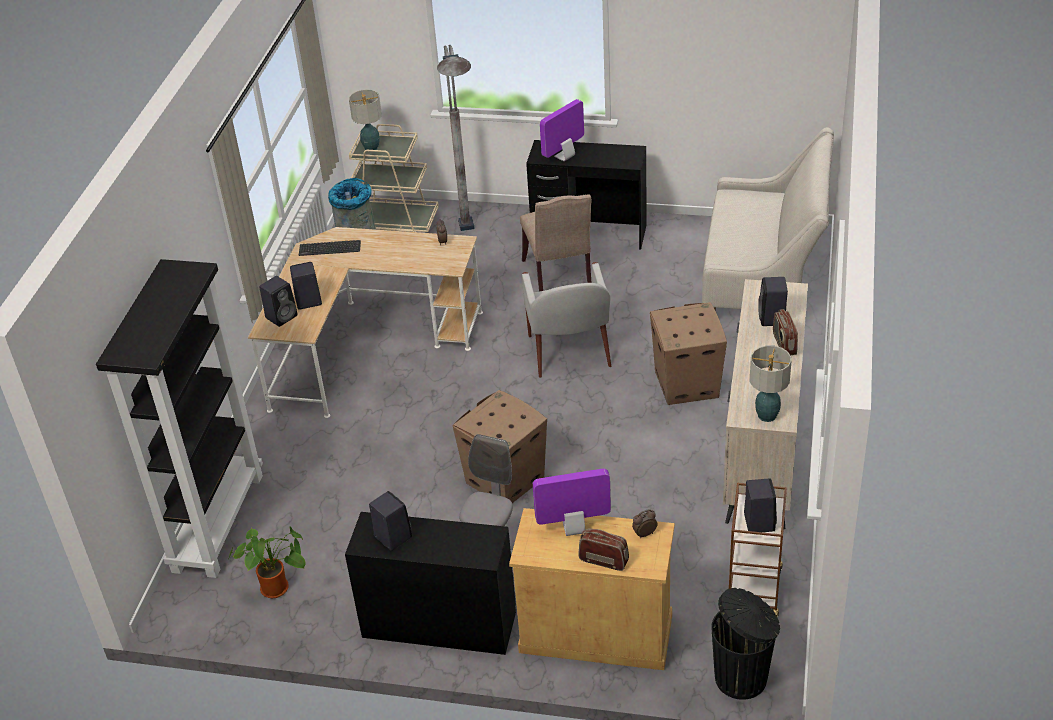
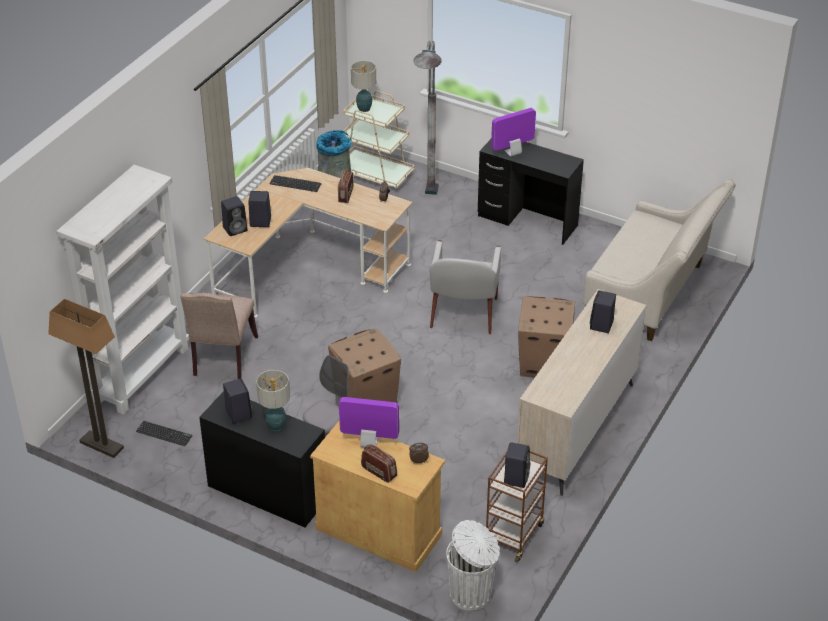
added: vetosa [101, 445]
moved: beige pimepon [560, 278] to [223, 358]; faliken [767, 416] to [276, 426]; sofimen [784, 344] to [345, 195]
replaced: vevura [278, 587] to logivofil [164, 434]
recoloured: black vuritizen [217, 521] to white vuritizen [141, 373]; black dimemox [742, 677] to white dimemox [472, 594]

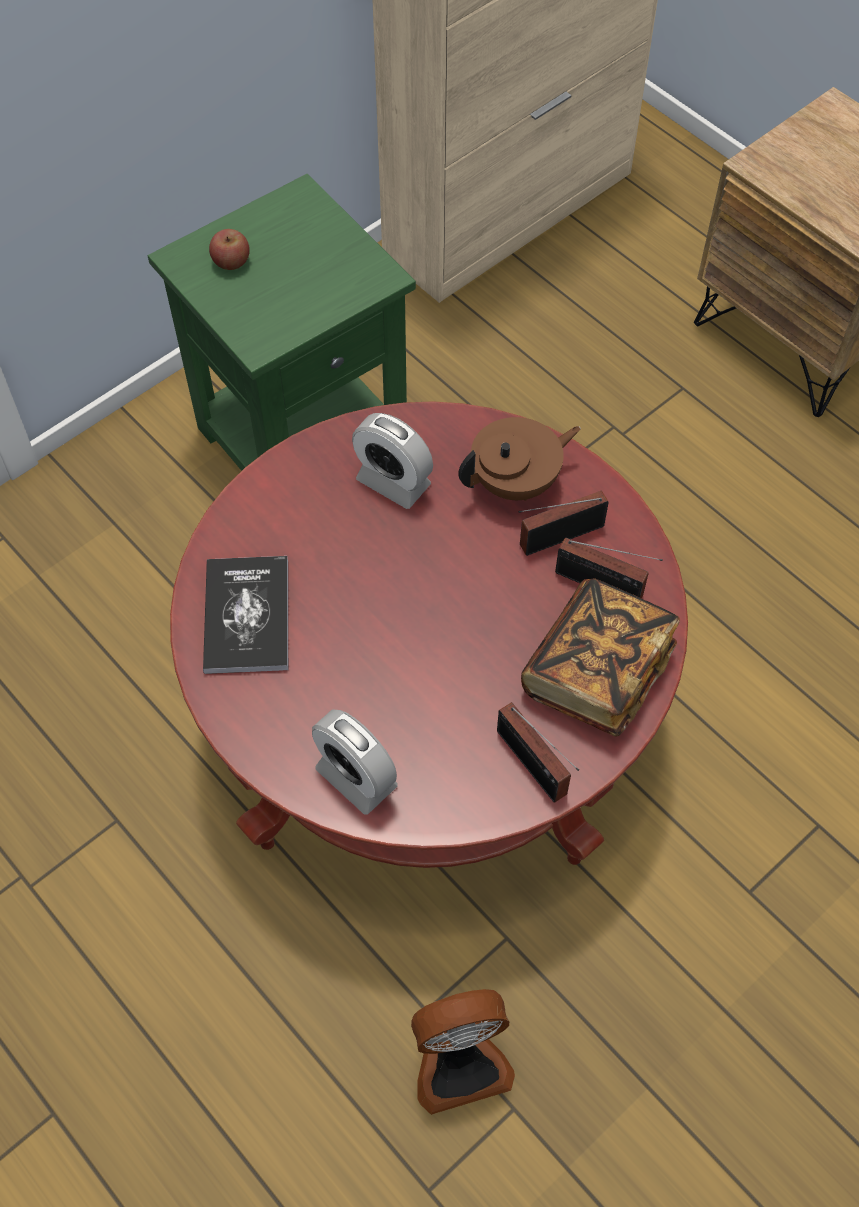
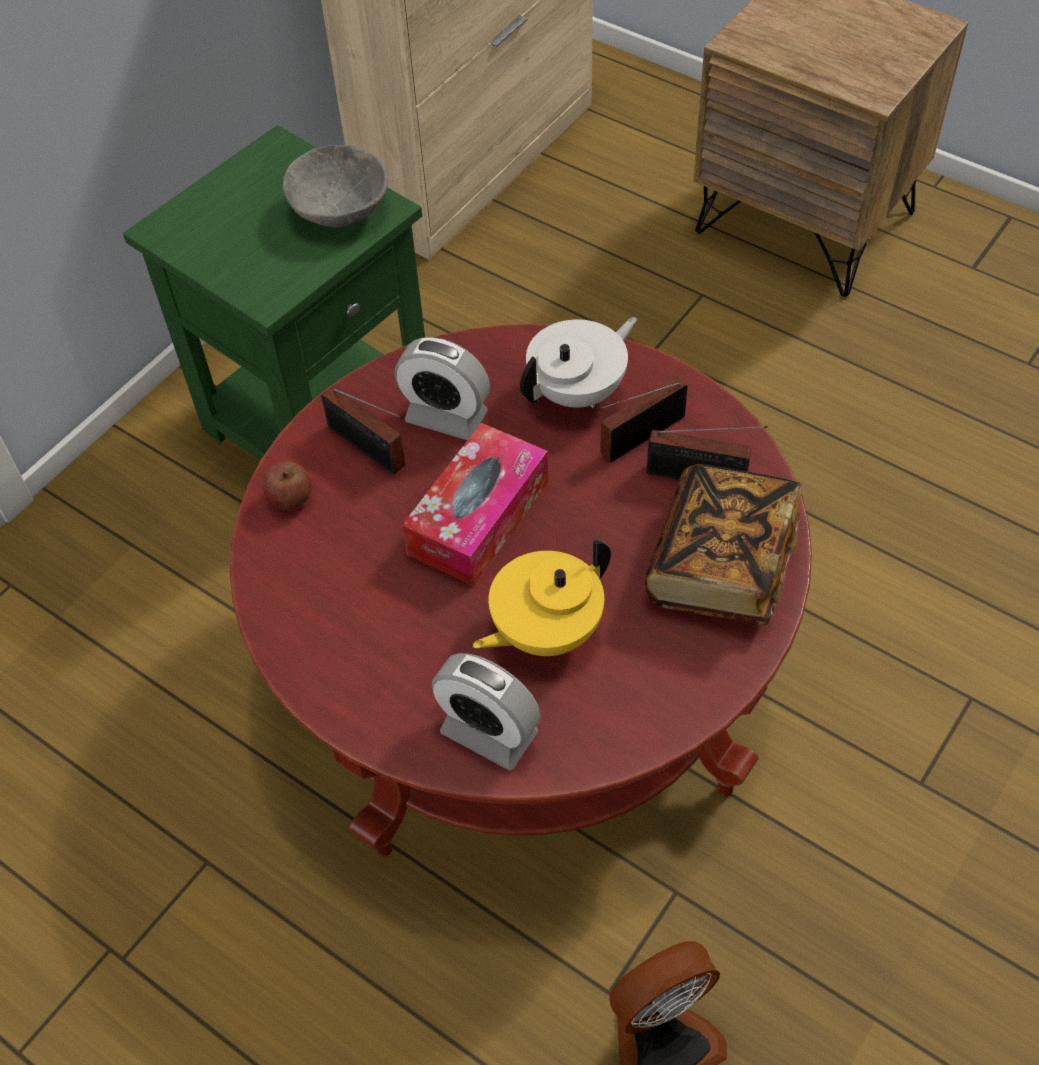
removed: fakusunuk [247, 616]
added: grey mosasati [339, 208]; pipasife [478, 518]; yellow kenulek [545, 630]
moved: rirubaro [231, 262] to [290, 498]; sofimen [534, 767] to [369, 449]
recoloured: brown kenulek [516, 482] to white kenulek [578, 391]

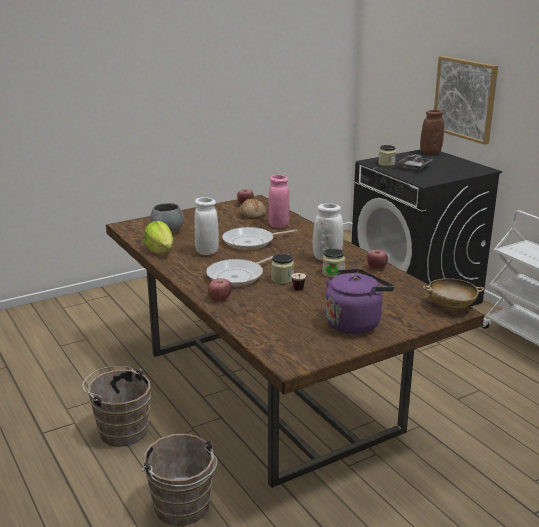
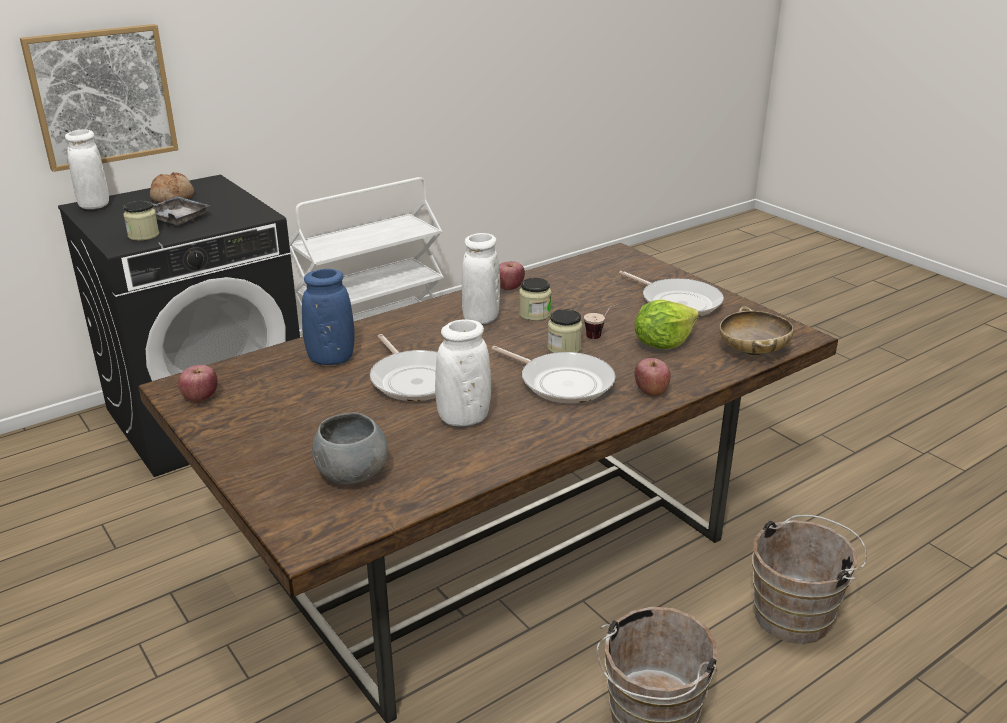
moved: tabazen [160, 250] to [662, 343]; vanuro [252, 215] to [173, 197]; beige mosasati [451, 306] to [753, 351]
replaced: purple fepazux [354, 323] to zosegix [677, 302]
recoloured: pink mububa [278, 225] to blue mububa [331, 359]; brown mububa [430, 153] to white mububa [94, 206]

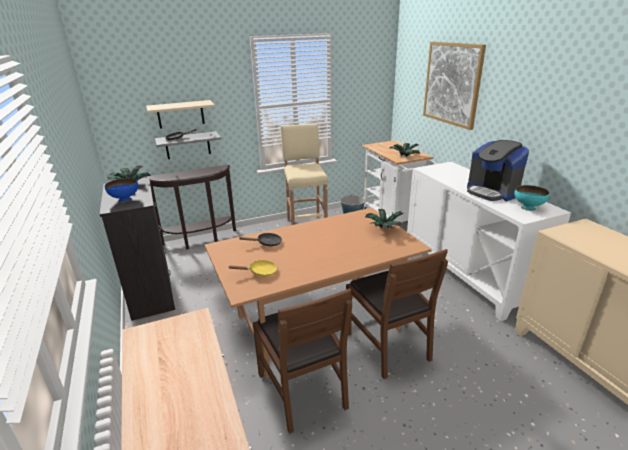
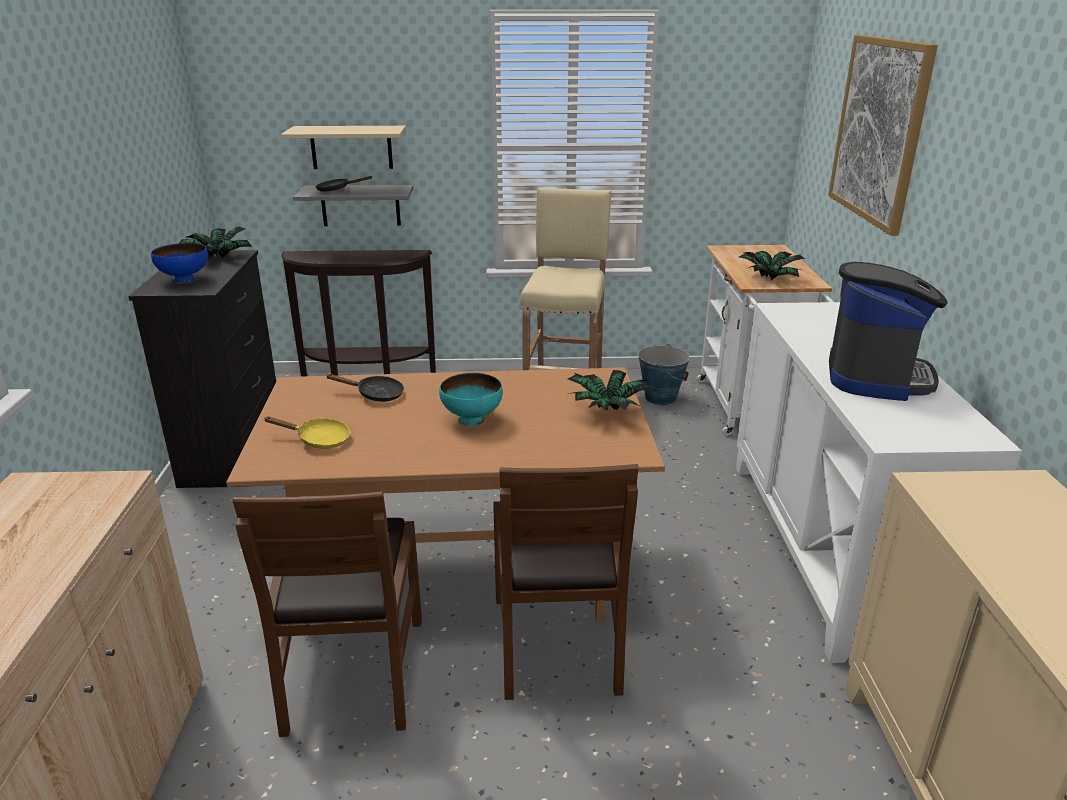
moved: turquoise mosasati [528, 208] to [472, 419]
turned: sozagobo [492, 192] = [876, 376] 150 degrees counterclockwise

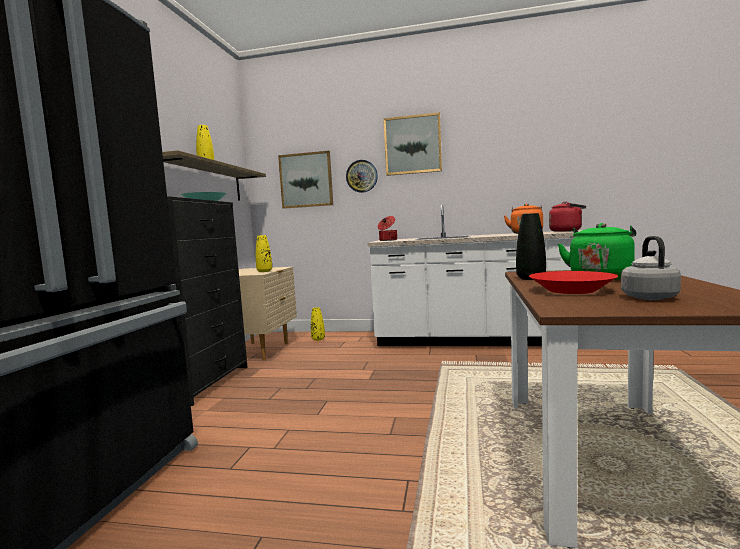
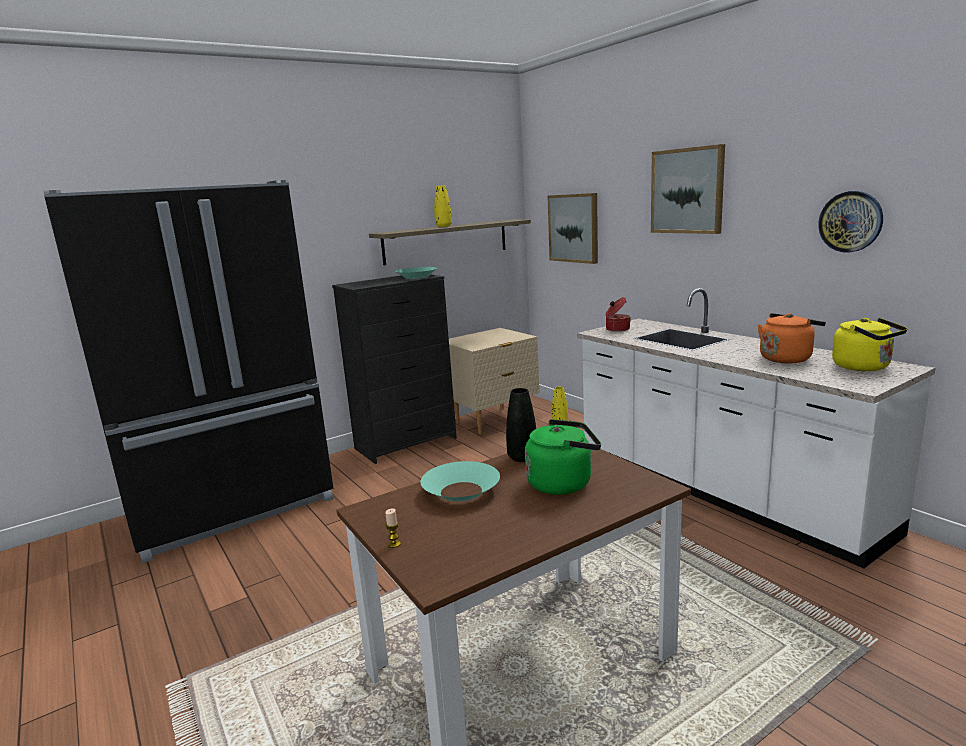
removed: yellow mububa [264, 271]; grey fepazux [648, 297]
added: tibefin [394, 544]
moved: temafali [361, 176] to [850, 221]
recoloured: red mosasati [572, 290] to turquoise mosasati [461, 491]; red fepazux [567, 231] to yellow fepazux [864, 367]

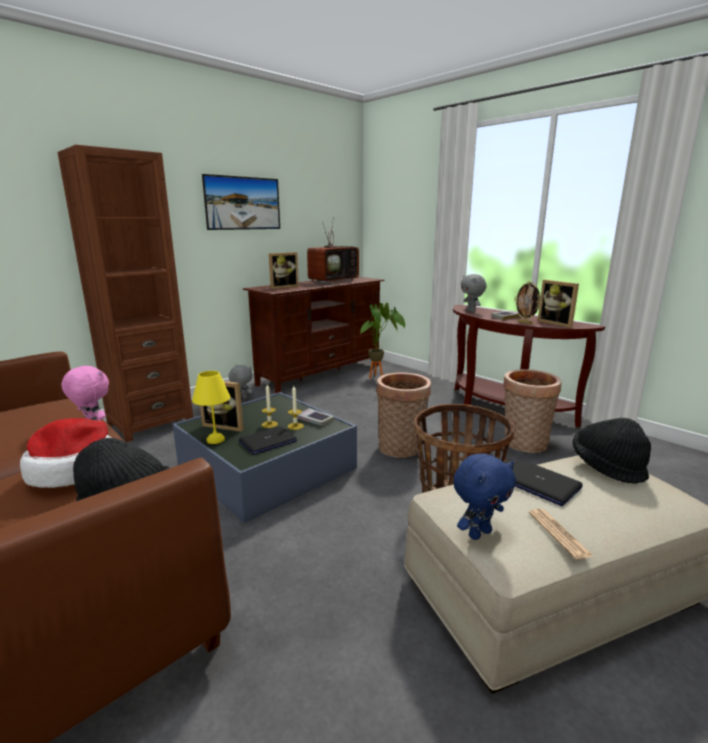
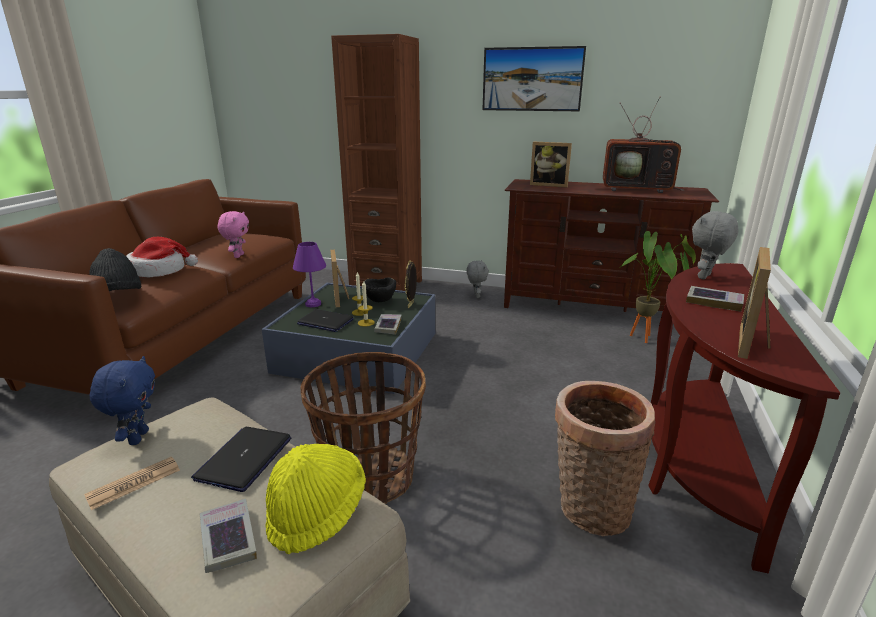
removed: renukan [401, 449]
added: fakusunuk [228, 539]; black mosasati [380, 302]
moved: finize [525, 323] to [411, 305]
recoloured: yellow faliken [215, 439] to purple faliken [313, 304]; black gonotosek [607, 467] to yellow gonotosek [317, 513]
turned: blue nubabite [479, 533] = [137, 437] 120 degrees counterclockwise

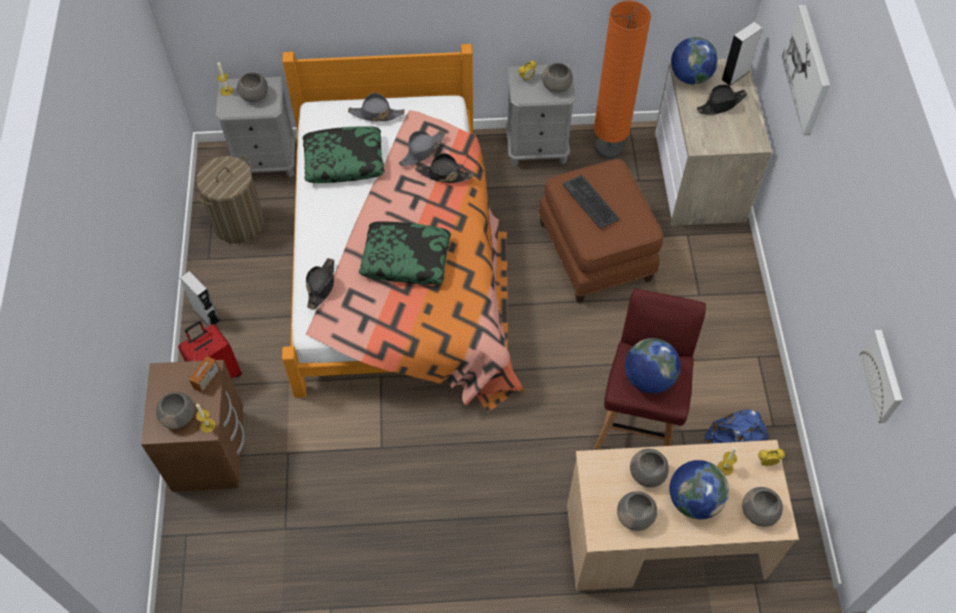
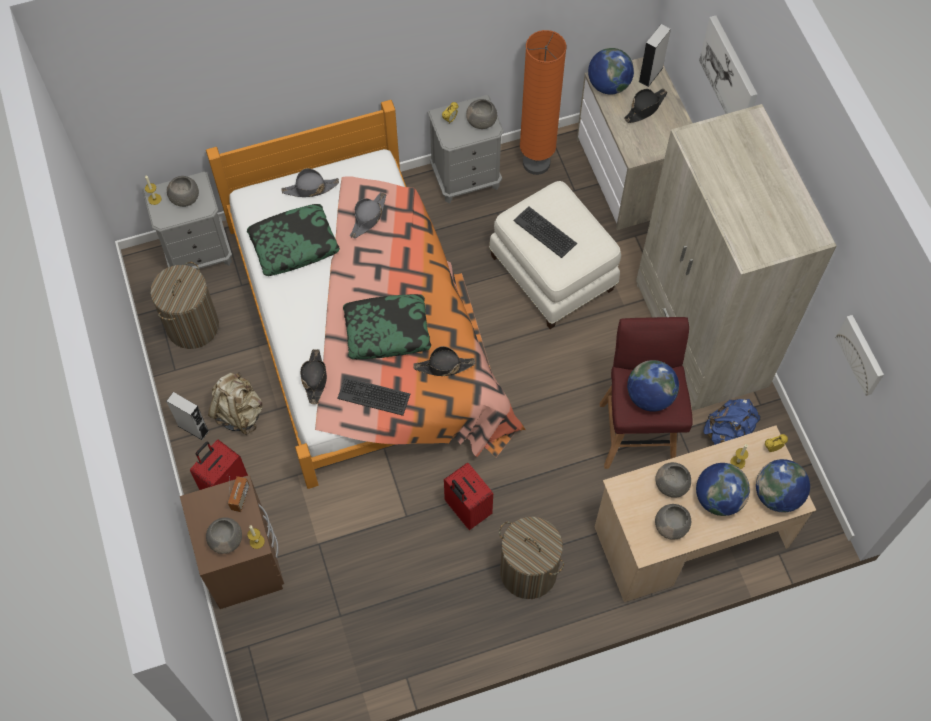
added: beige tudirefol [239, 412]; logivofil [374, 396]; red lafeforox [466, 509]; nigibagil [528, 571]; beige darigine [700, 336]
moved: black gonotosek [444, 174] to [444, 366]
replaced: grey mosasati [759, 512] to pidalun [777, 495]
recoloured: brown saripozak [596, 250] to white saripozak [553, 272]

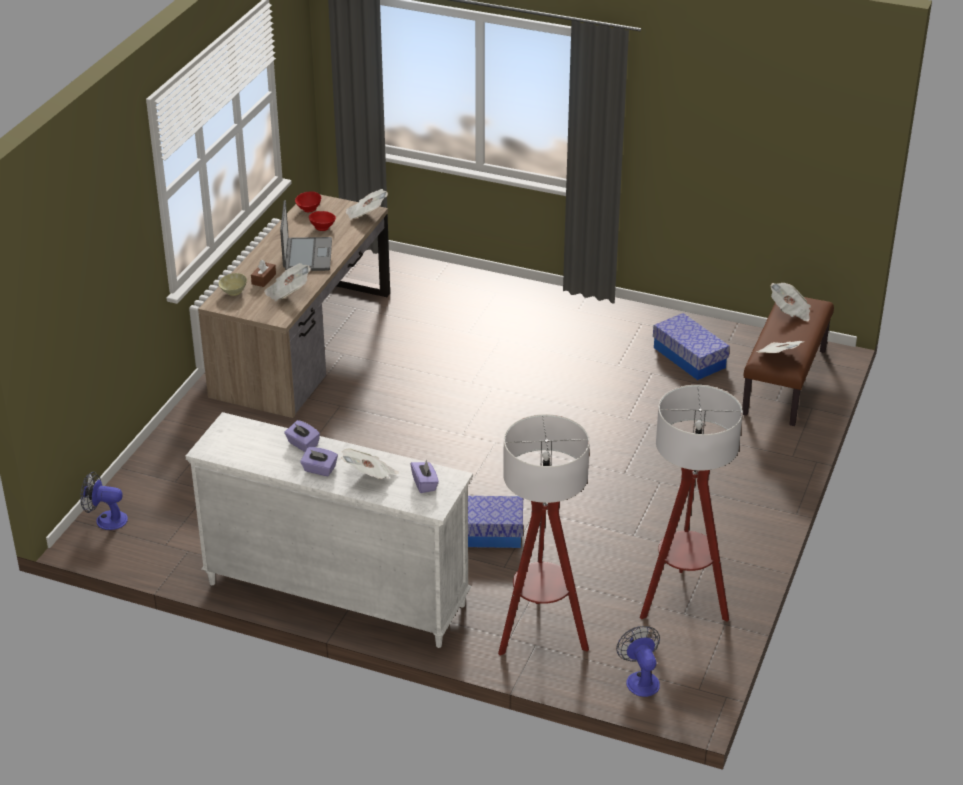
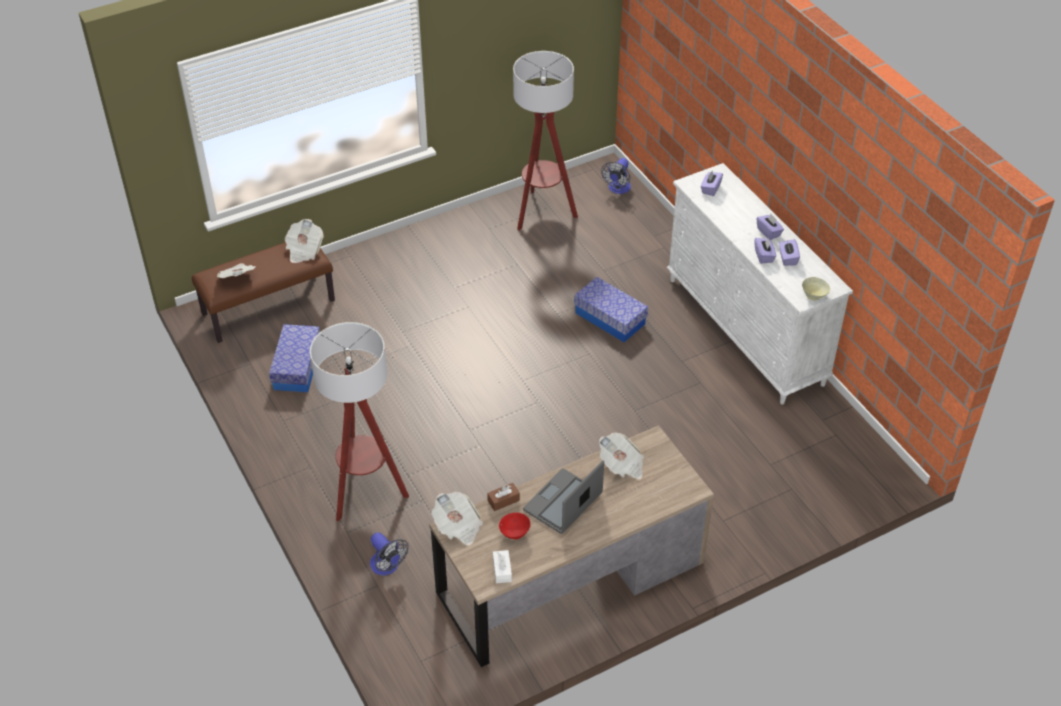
removed: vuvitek [370, 476]
added: purple pipasife [787, 258]
moved: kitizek [106, 519] to [387, 567]; beige mosasati [233, 292] to [814, 296]; brown pipasife [263, 279] to [503, 500]; vetosa [541, 634] to [366, 493]
replaced: red mosasati [308, 209] to white pipasife [502, 570]

